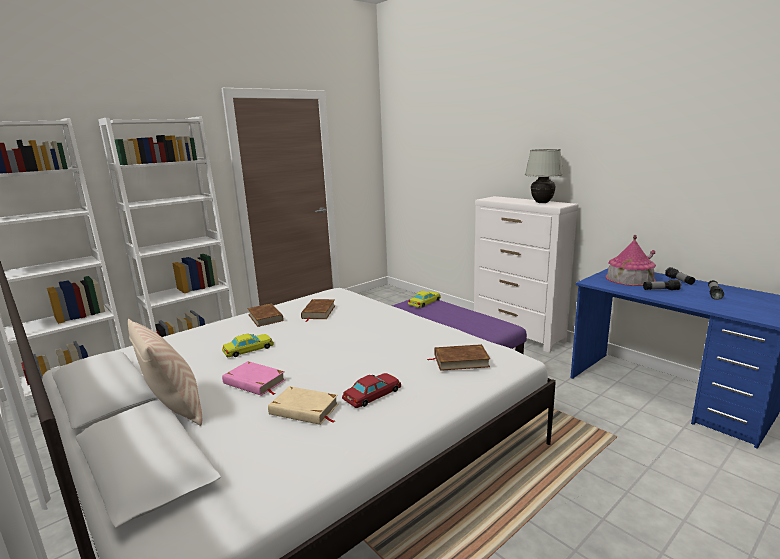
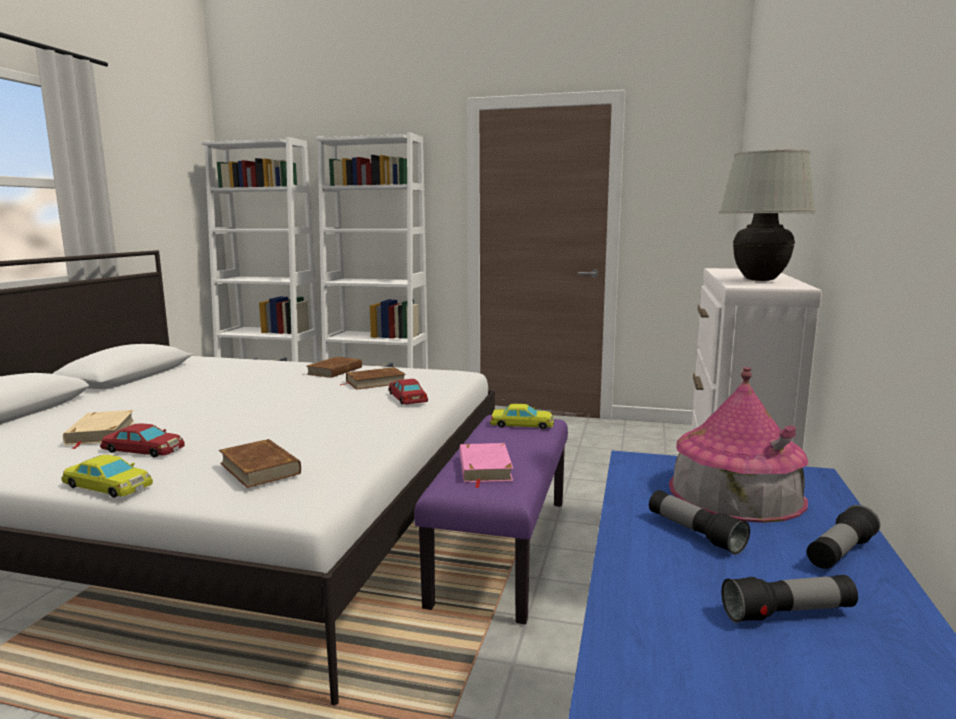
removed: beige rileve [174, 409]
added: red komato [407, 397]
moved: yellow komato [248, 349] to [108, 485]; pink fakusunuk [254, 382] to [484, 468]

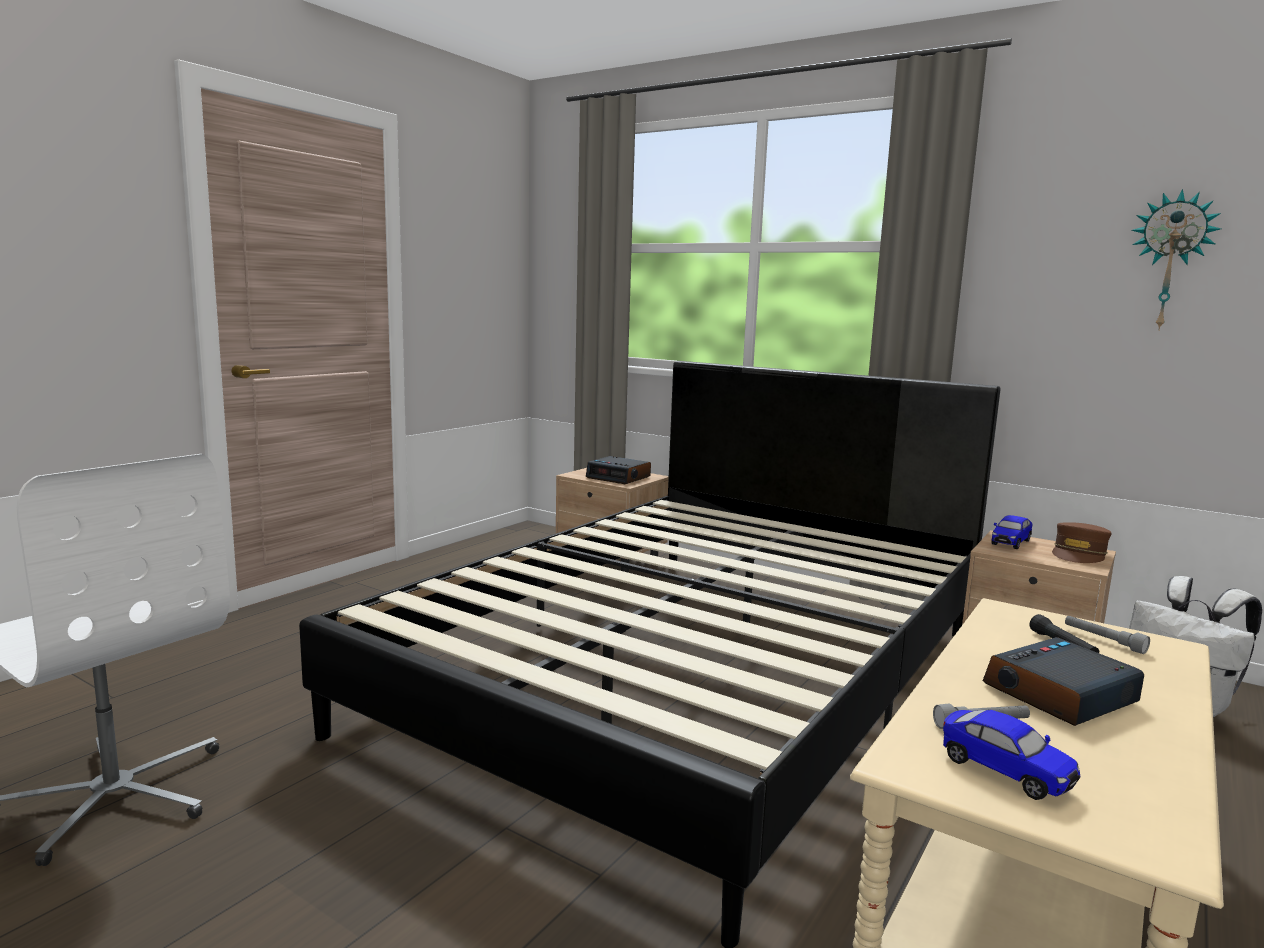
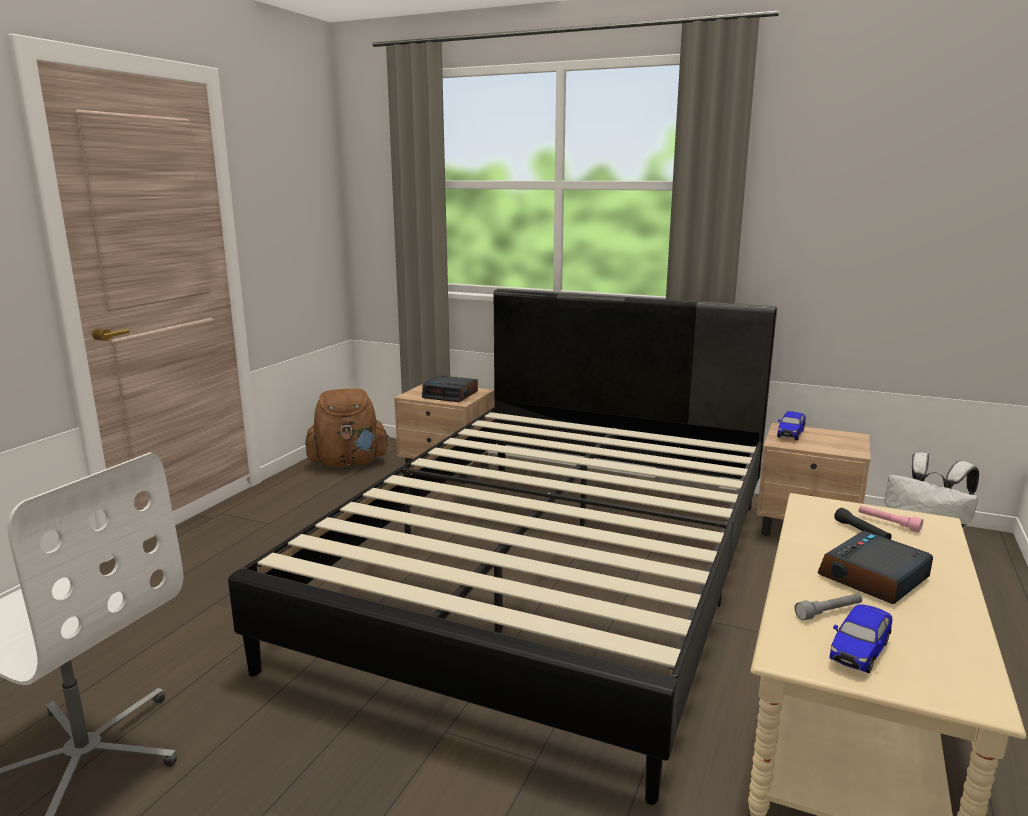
removed: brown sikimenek [1079, 554]; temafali [1170, 261]
added: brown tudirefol [348, 463]
recoloured: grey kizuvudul [1103, 641] to pink kizuvudul [888, 523]
turned: komato [1005, 772] = [859, 651] 90 degrees clockwise

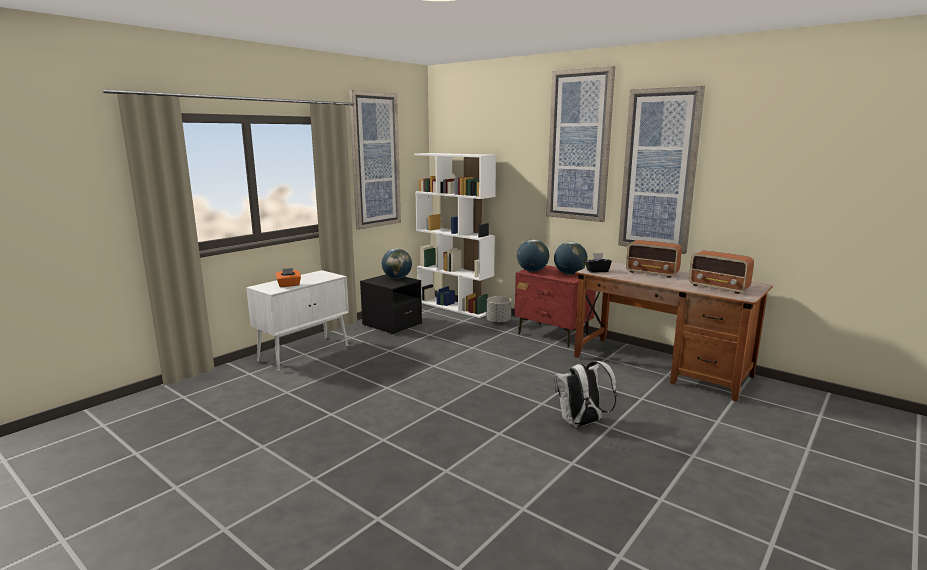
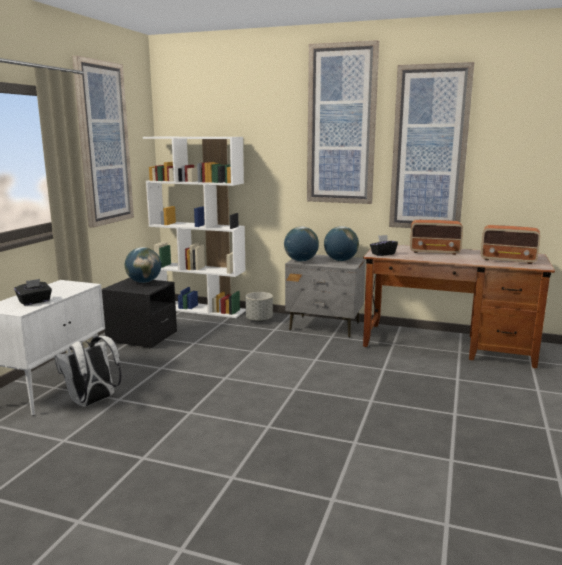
moved: white tudirefol [581, 423] to [93, 402]
recoloured: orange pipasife [289, 285] to black pipasife [35, 302]; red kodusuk [553, 335] to grey kodusuk [325, 326]

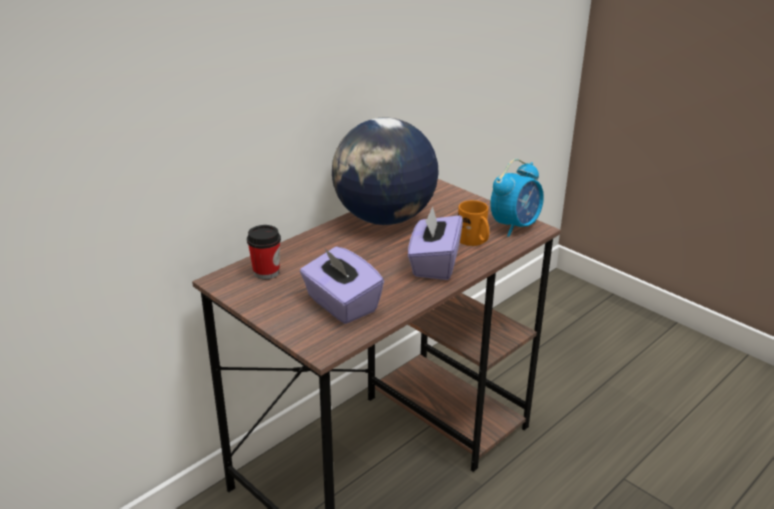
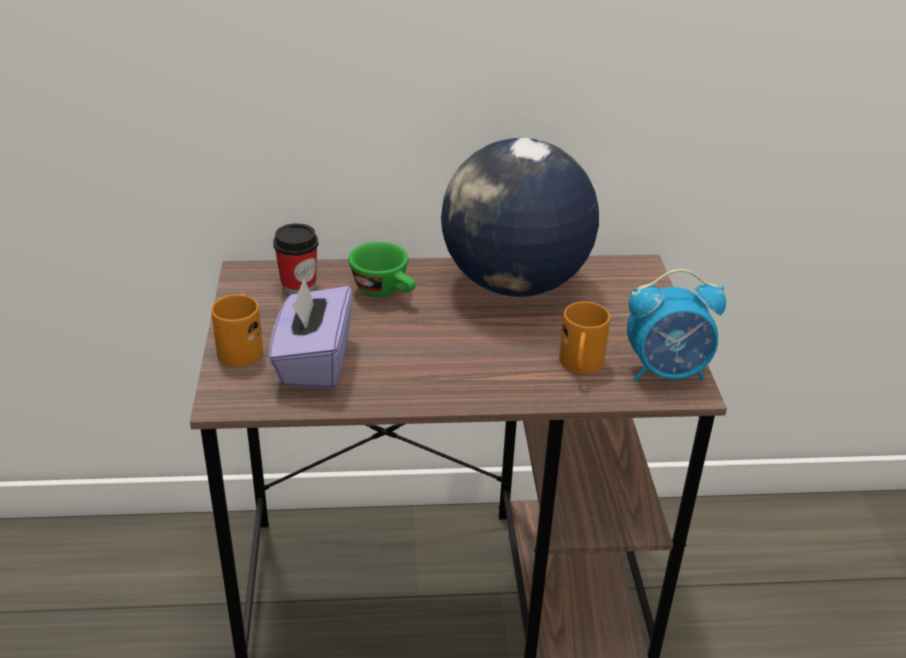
removed: purple pipasife [434, 264]
added: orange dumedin [241, 347]; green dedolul [386, 291]

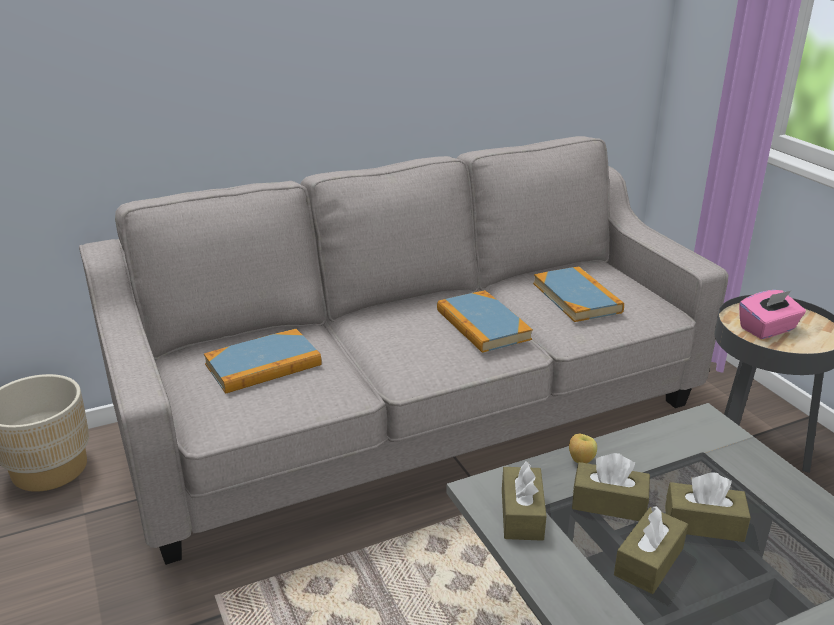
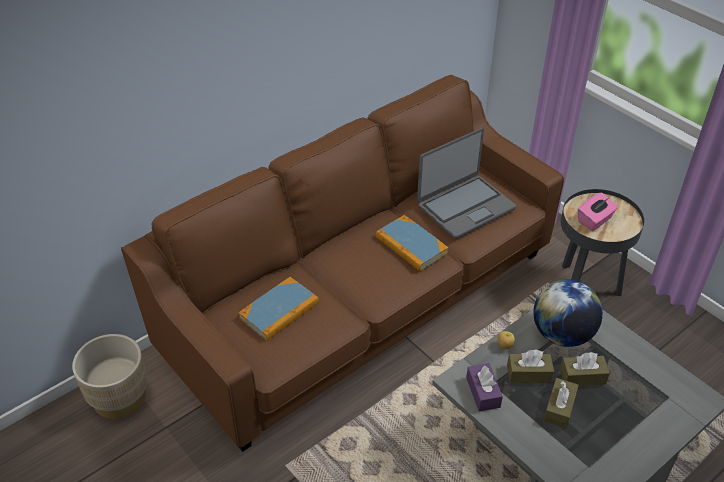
added: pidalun [562, 334]
replaced: fakusunuk [577, 298] to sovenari [465, 207]
recoloured: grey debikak [418, 420] to brown debikak [362, 304]; brown pipasife [522, 514] to purple pipasife [483, 392]

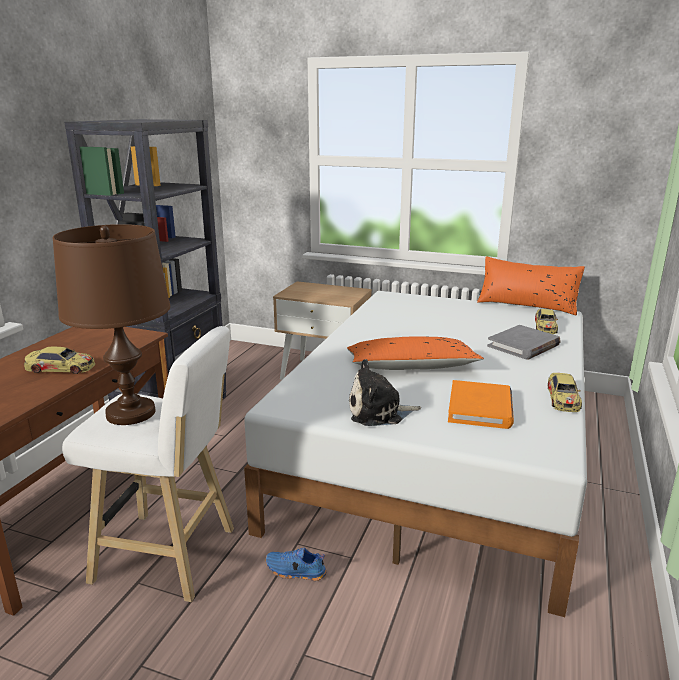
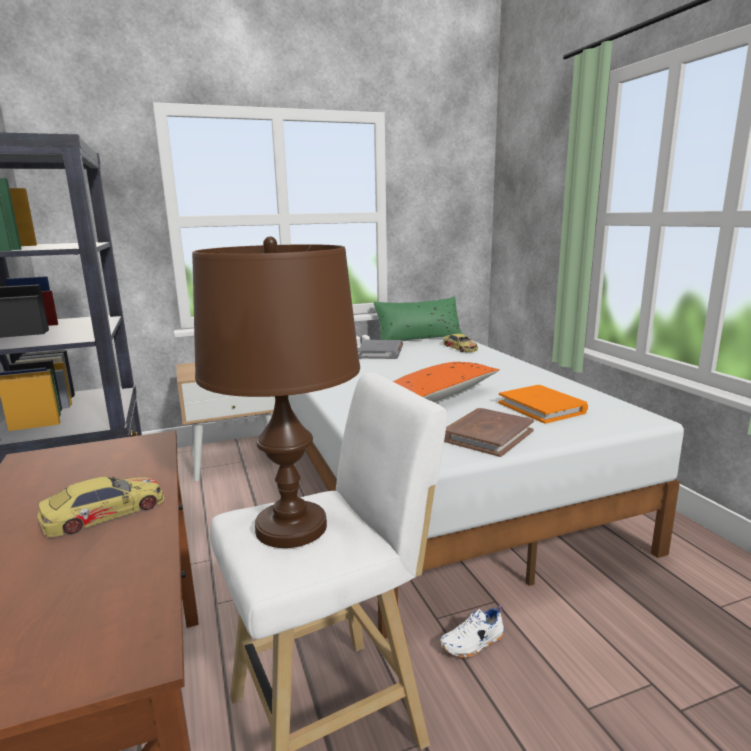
removed: komato [563, 398]
moved: grey fakusunuk [523, 345] to [381, 352]
replaced: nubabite [379, 412] to brown fakusunuk [487, 435]
recoloured: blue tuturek [295, 572] to white tuturek [473, 643]; orange rileve [527, 305] to green rileve [418, 338]

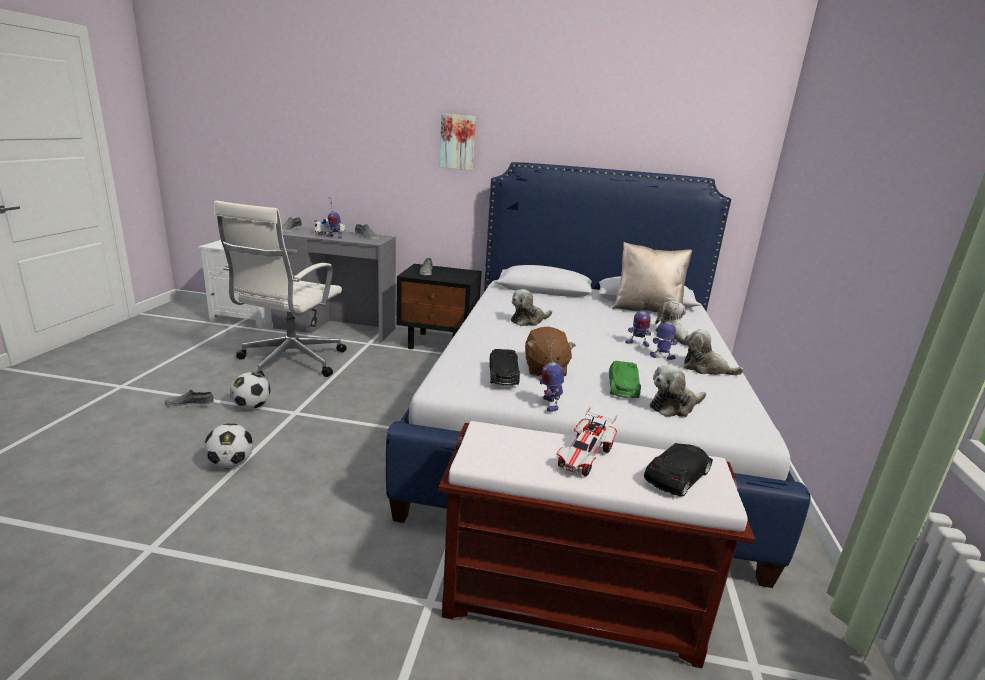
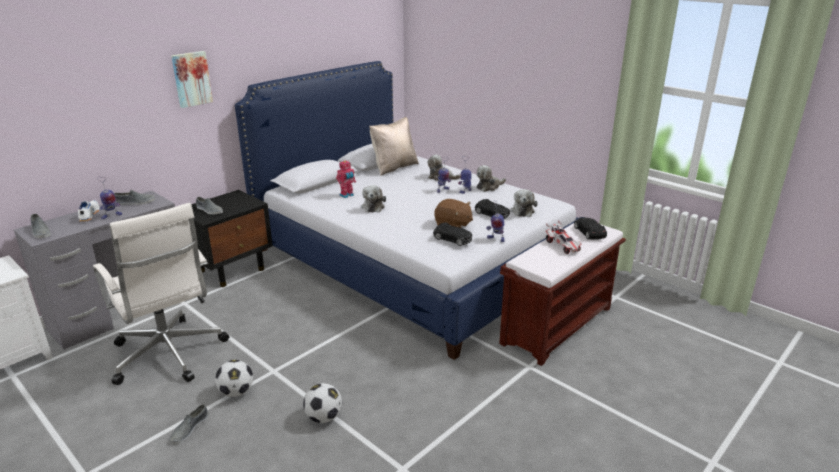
added: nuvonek [347, 195]
recoloured: green komato [623, 387] to black komato [492, 214]

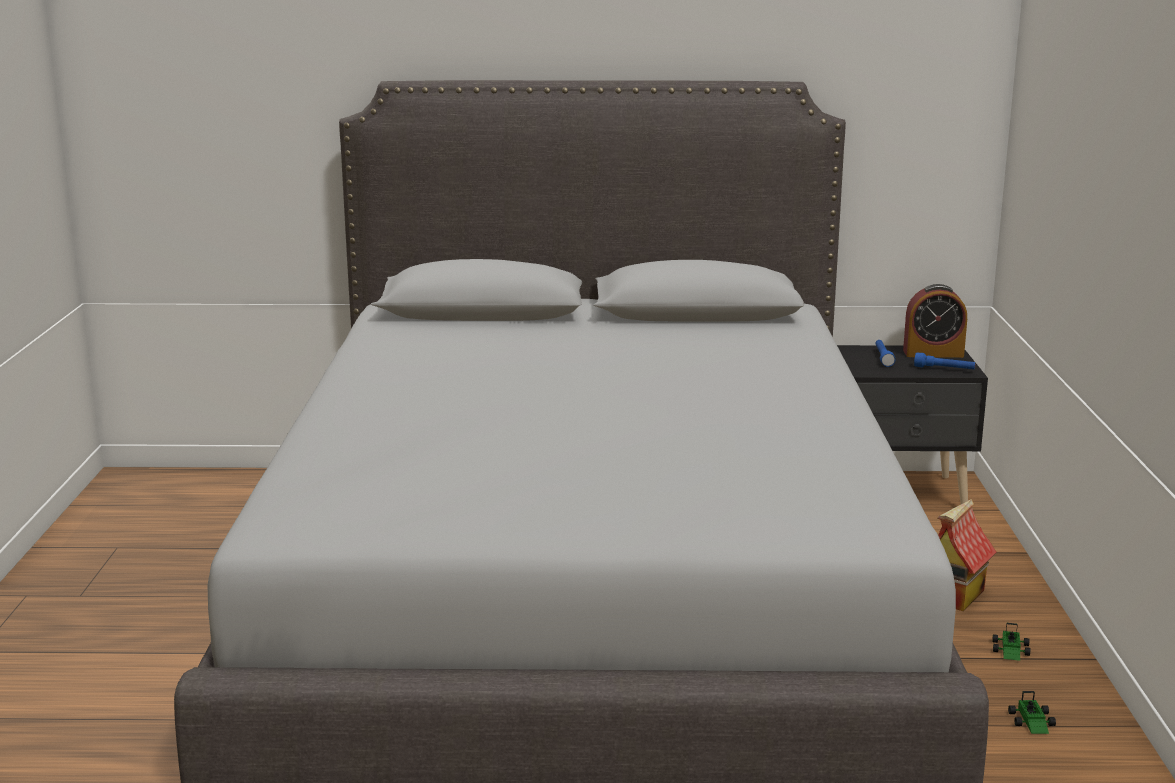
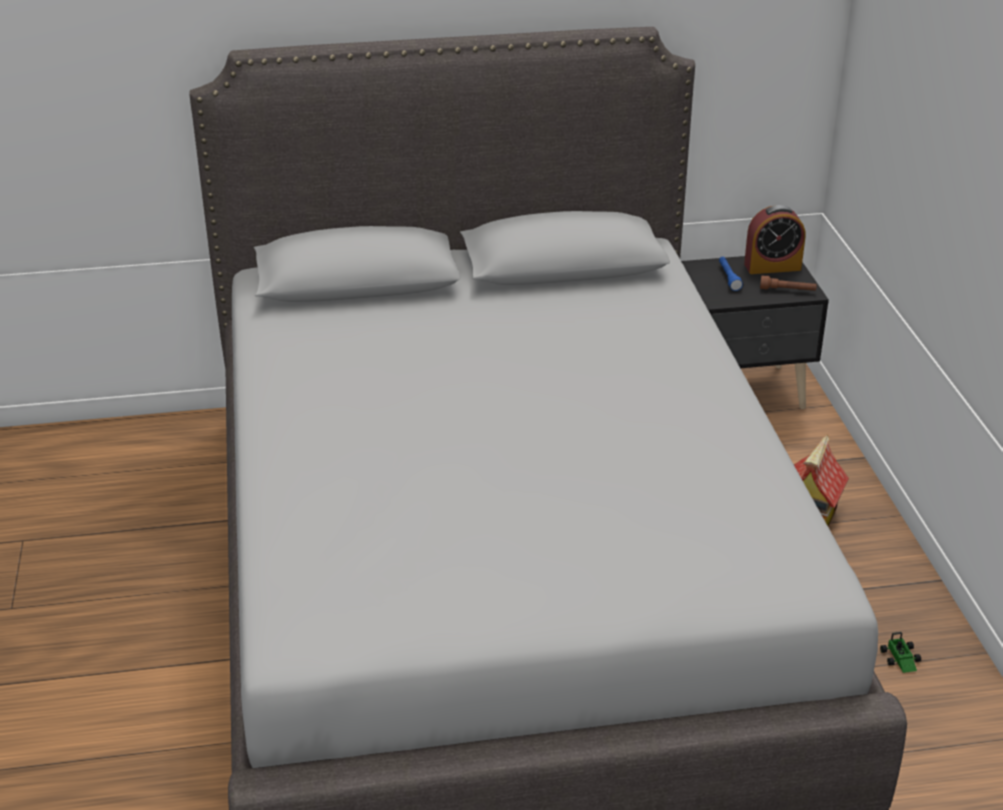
removed: komato [1011, 651]
recoloured: blue kizuvudul [944, 369] to brown kizuvudul [787, 290]

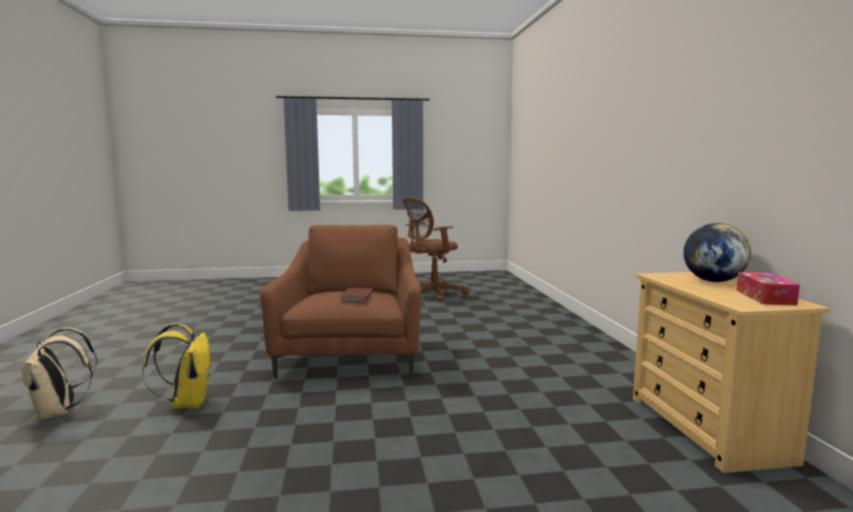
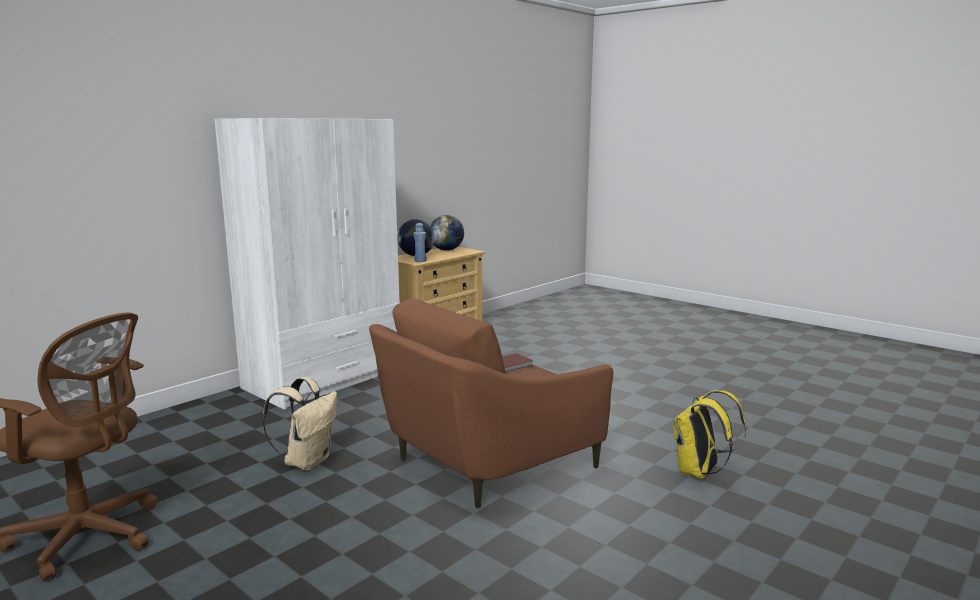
added: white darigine [325, 379]; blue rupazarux [420, 261]
moved: beige tudirefol [59, 412] to [307, 461]
replaced: pipasife [765, 297] to pidalun [446, 250]

